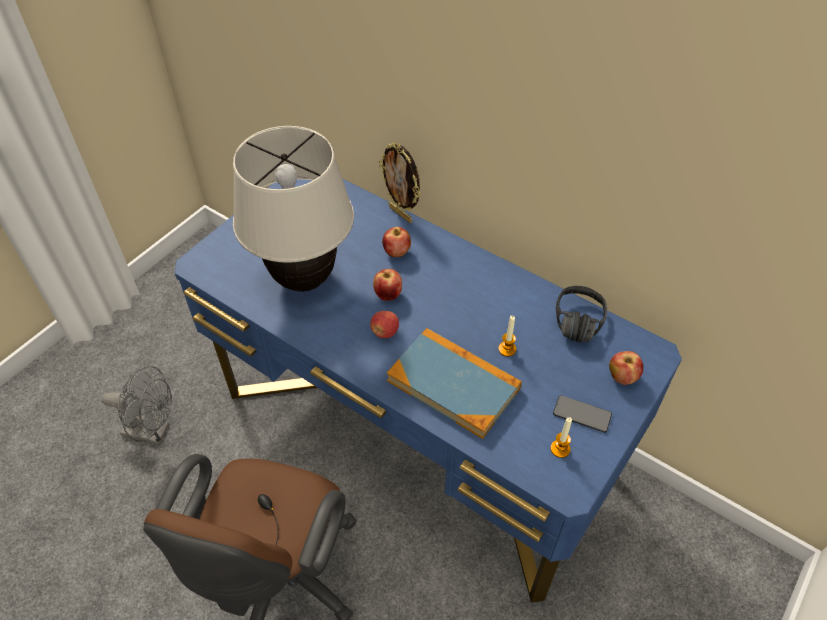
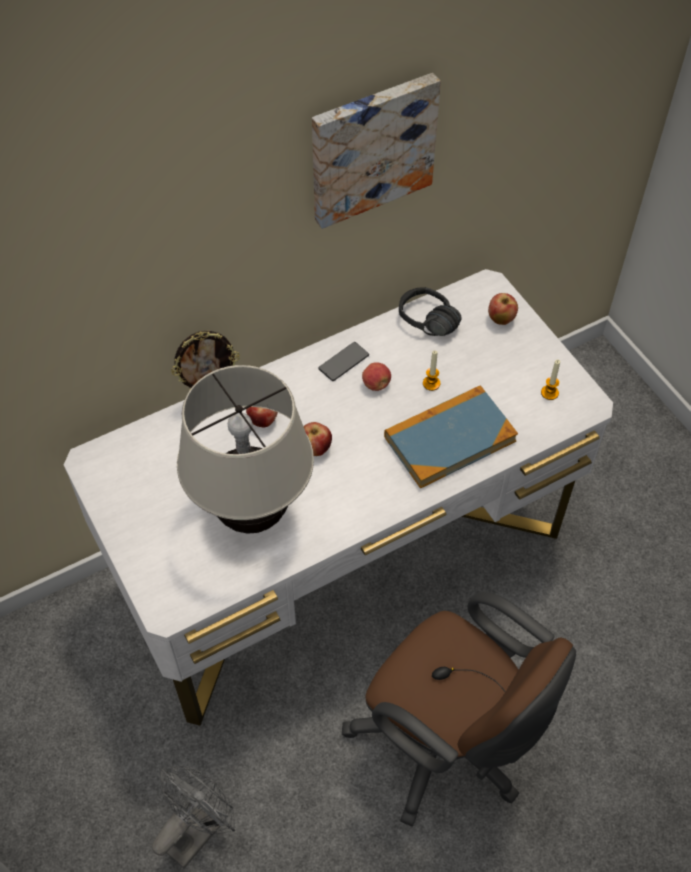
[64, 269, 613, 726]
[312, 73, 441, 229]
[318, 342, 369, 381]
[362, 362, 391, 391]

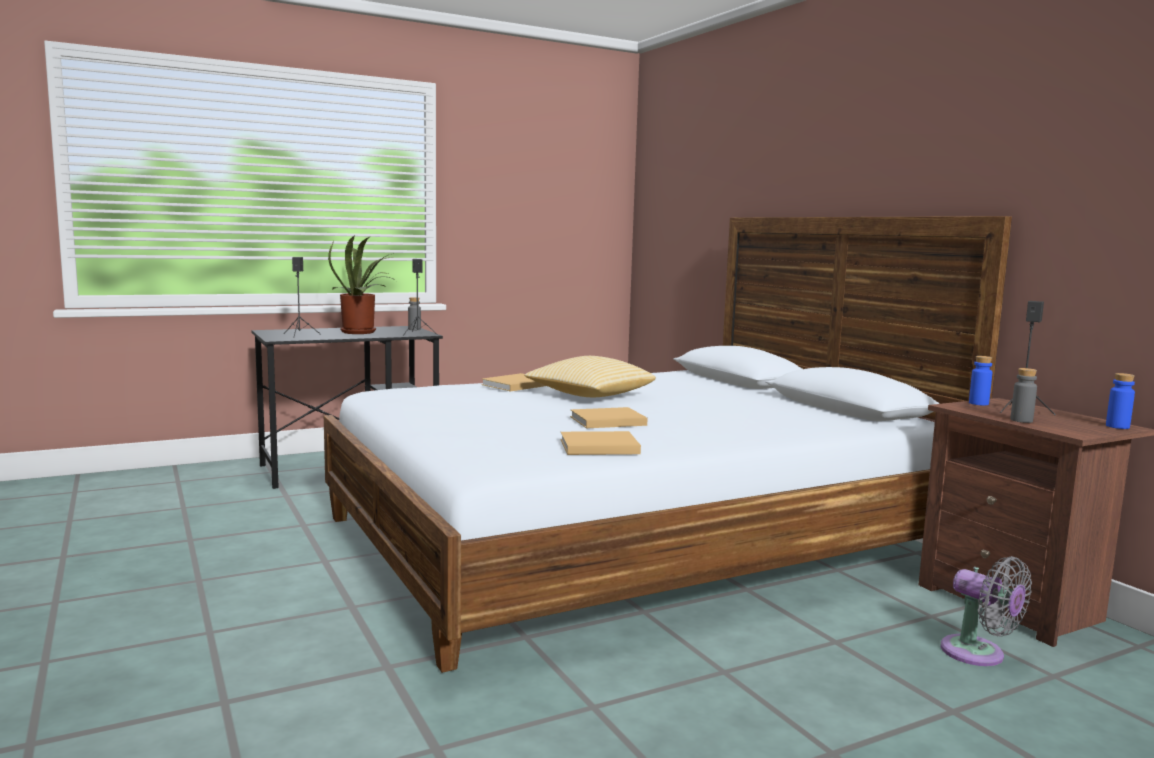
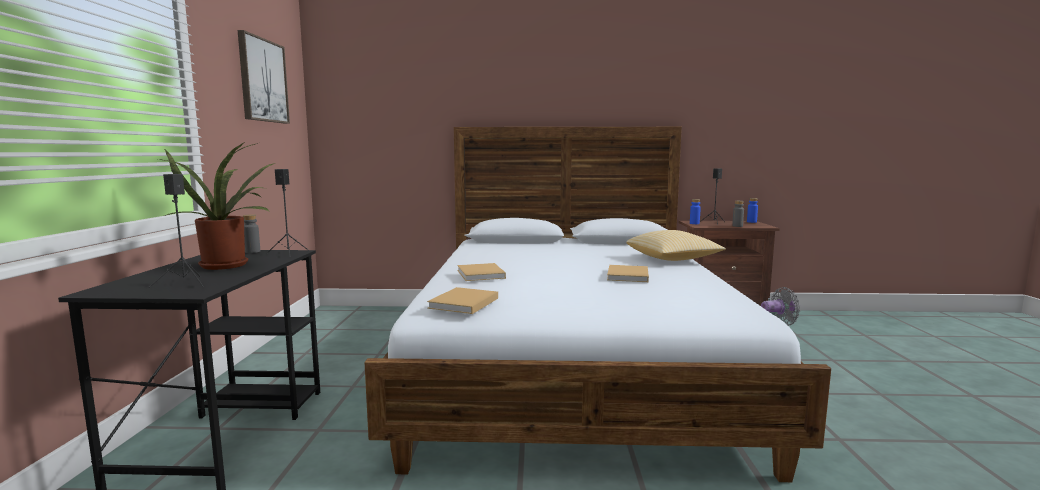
[238, 30, 290, 124]
[427, 287, 498, 314]
[627, 230, 726, 261]

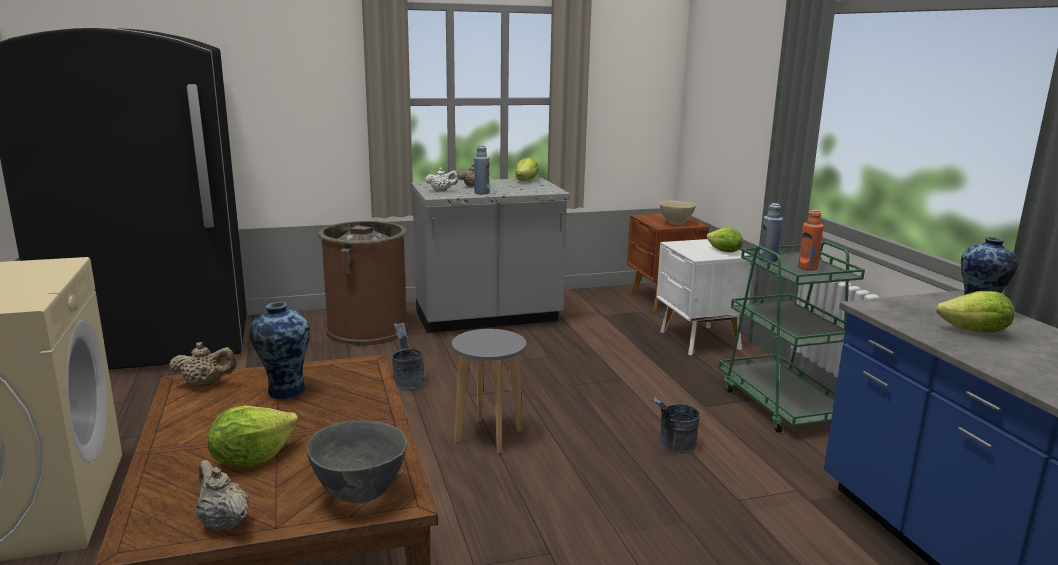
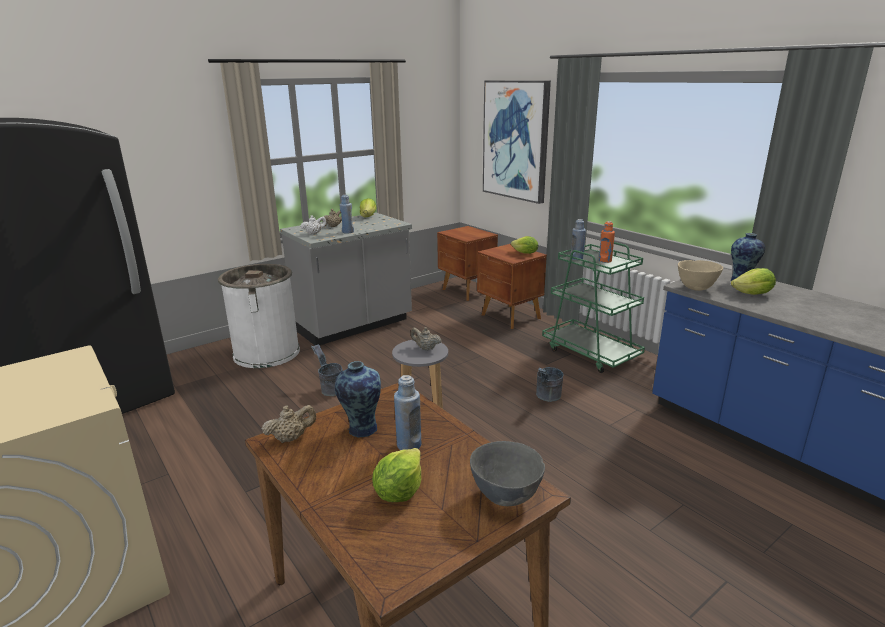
[218, 264, 300, 368]
[394, 375, 421, 450]
[410, 327, 442, 351]
[477, 244, 547, 329]
[483, 80, 551, 204]
[678, 260, 723, 291]

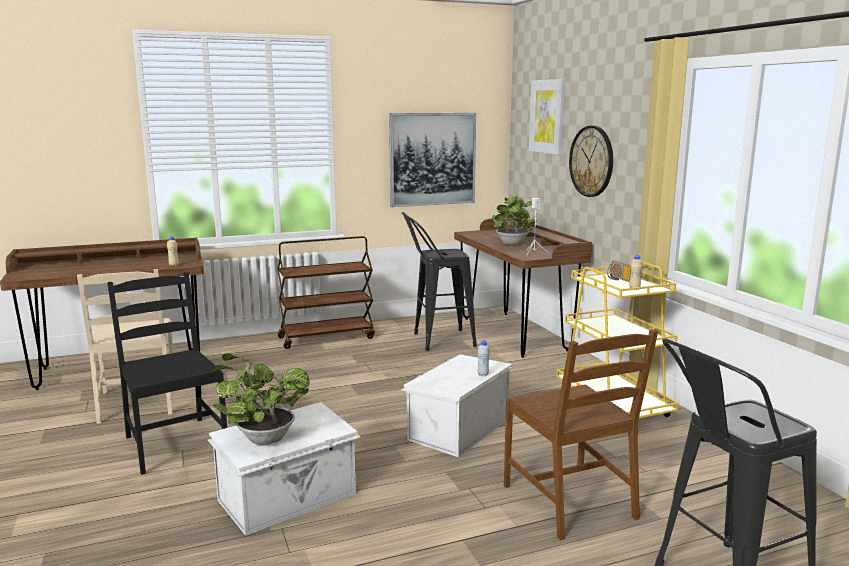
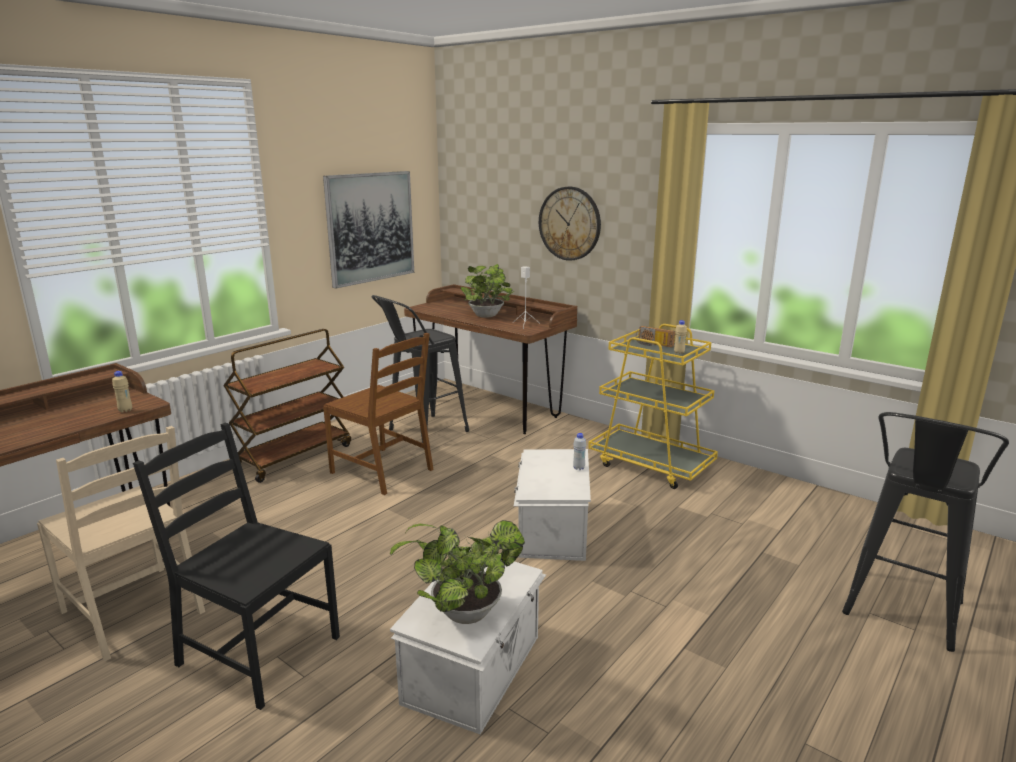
[323, 333, 434, 495]
[529, 79, 565, 155] (first image)

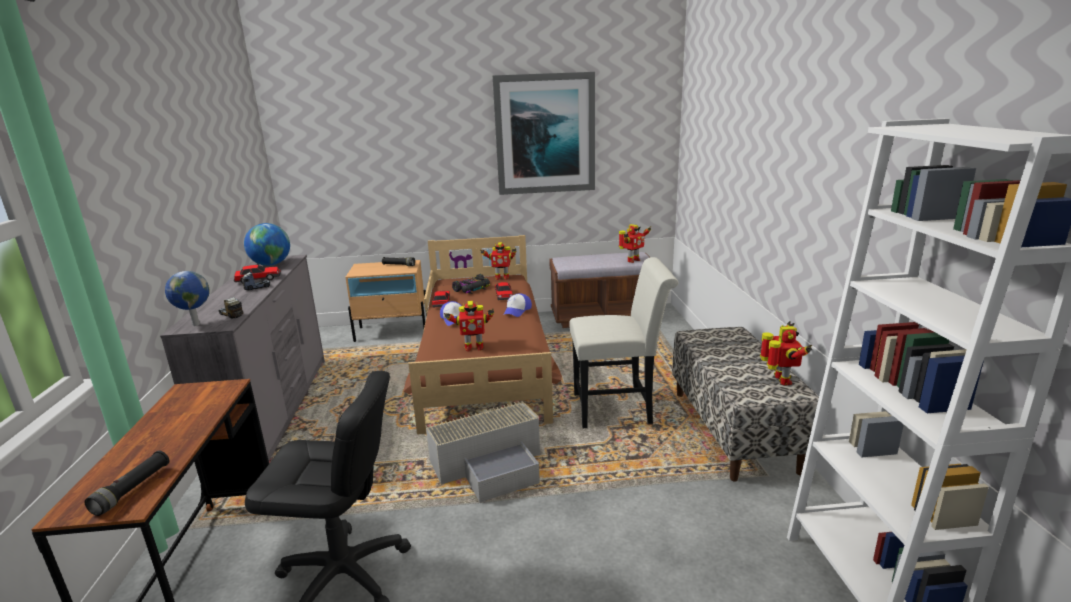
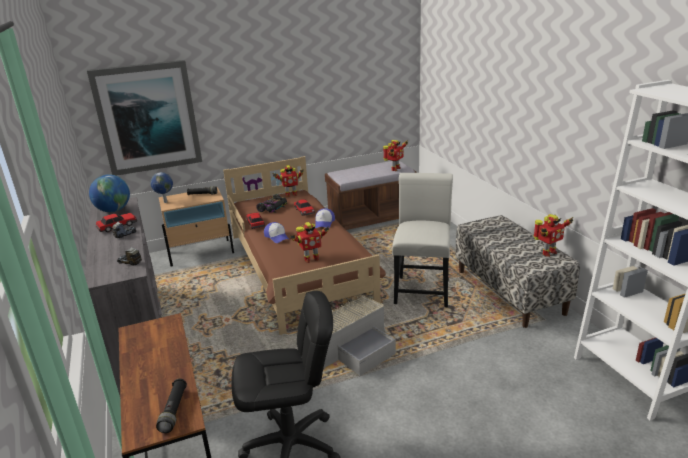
[87, 60, 202, 176]
[150, 172, 173, 203]
[392, 173, 453, 307]
[533, 214, 573, 257]

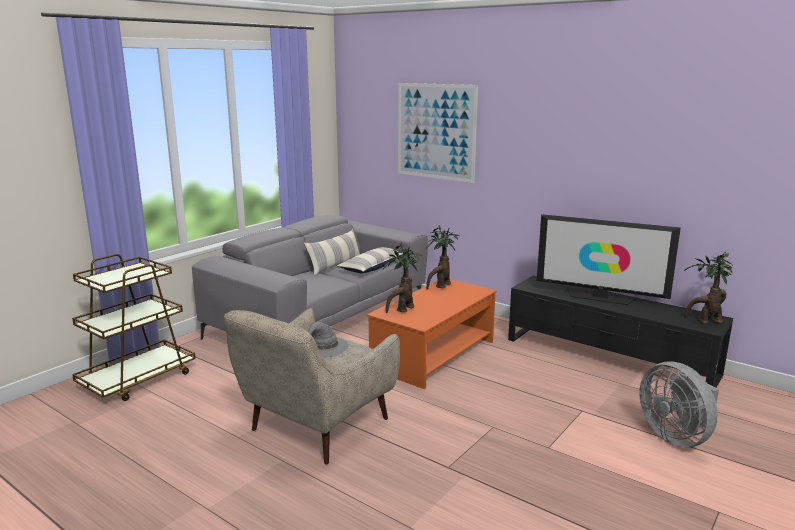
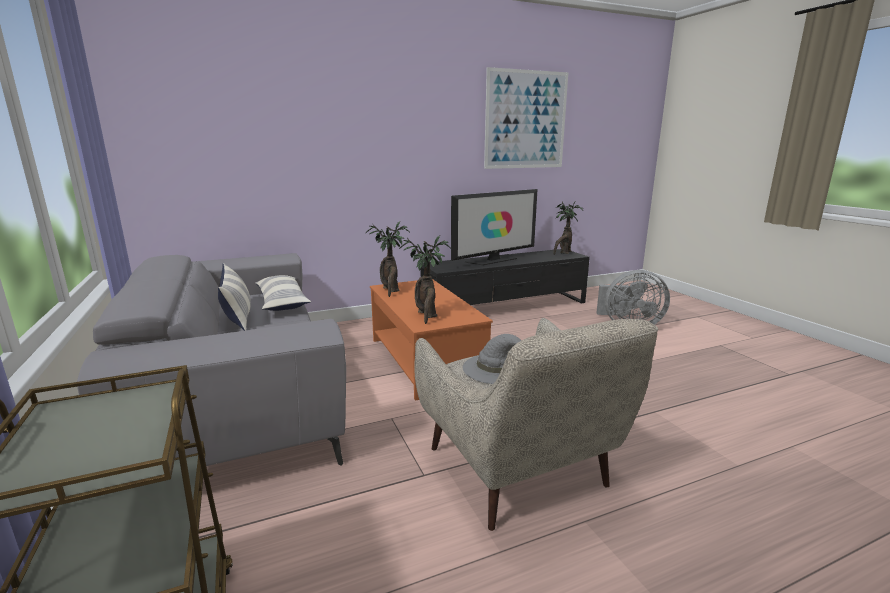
[484, 67, 568, 169]

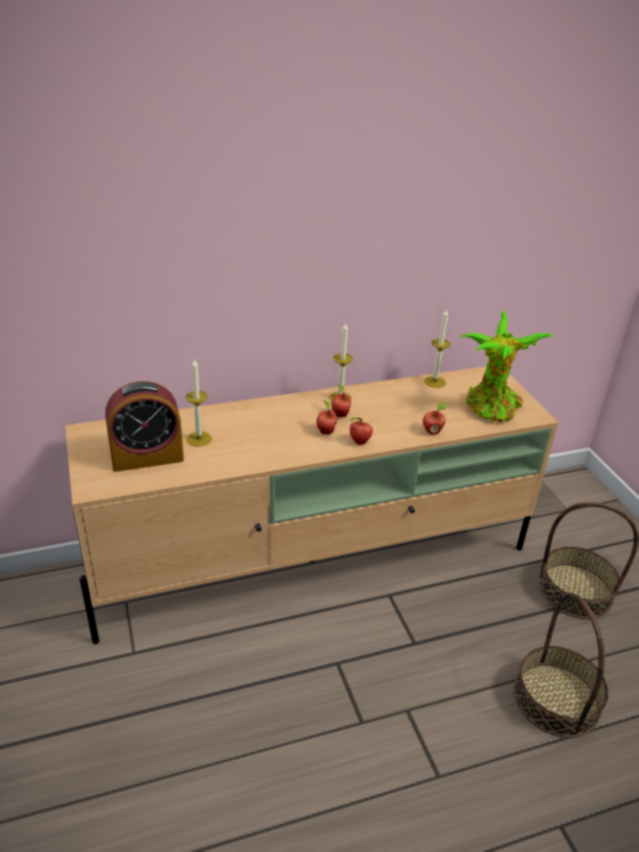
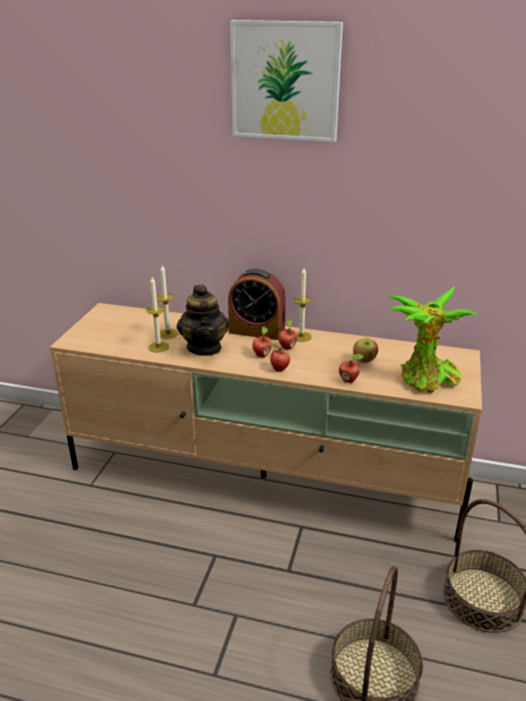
[146, 277, 169, 353]
[177, 284, 230, 356]
[228, 269, 286, 340]
[230, 20, 343, 142]
[353, 338, 378, 363]

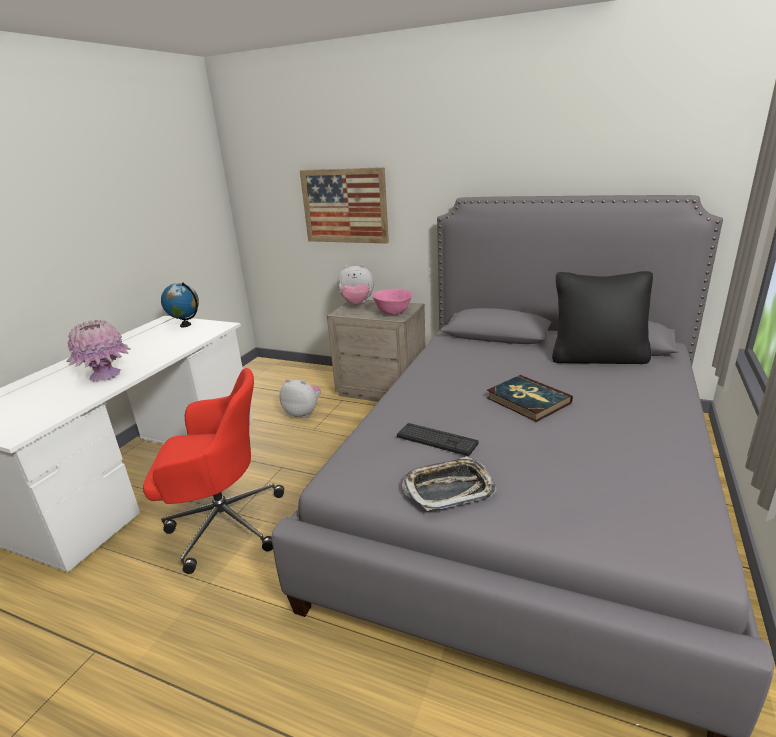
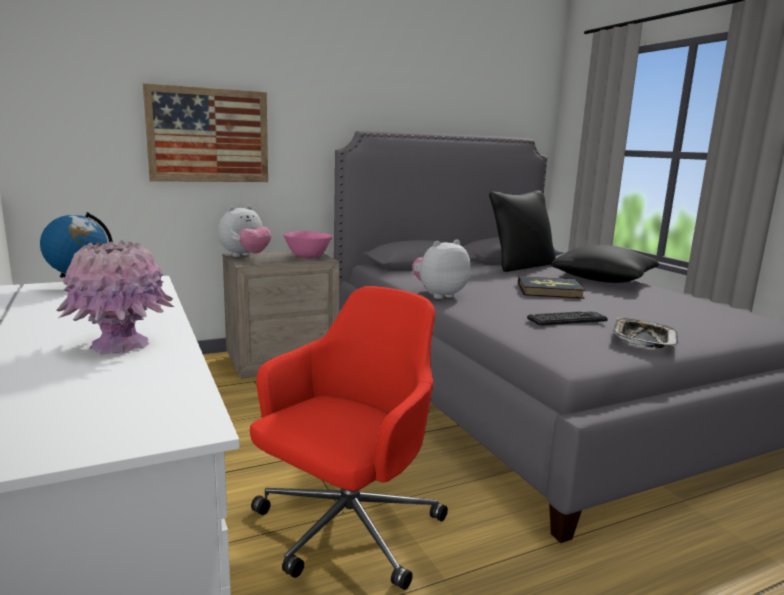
[412, 240, 471, 299]
[551, 245, 659, 283]

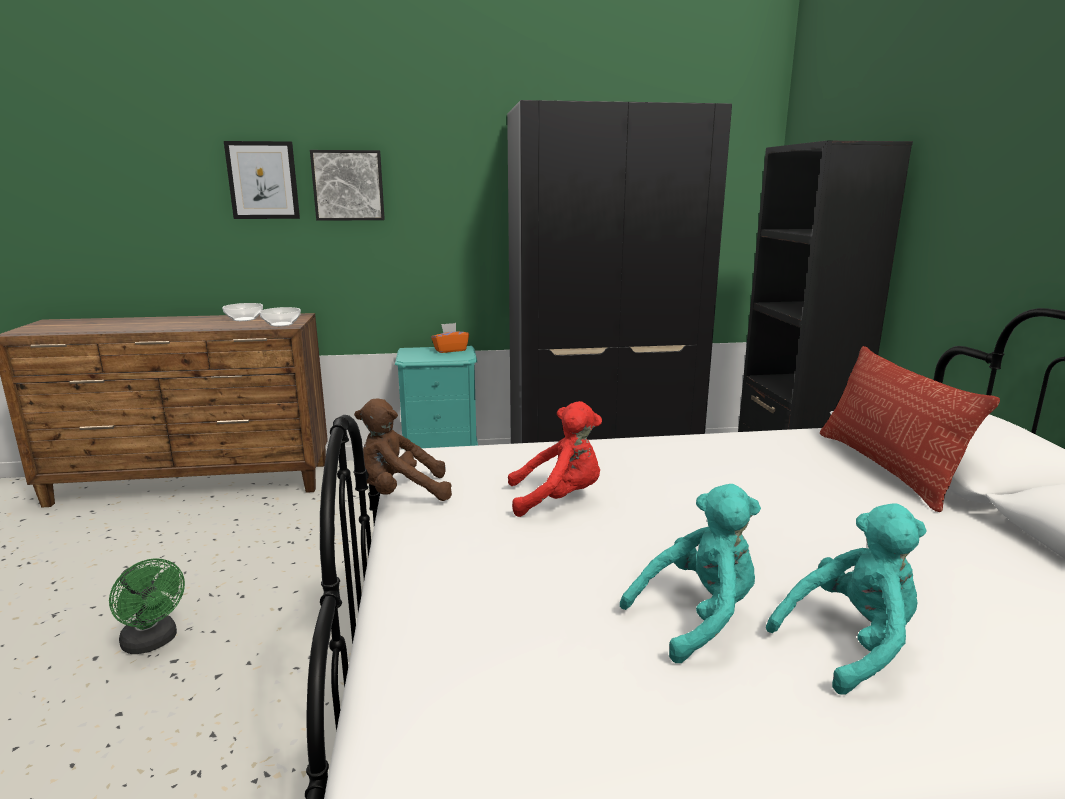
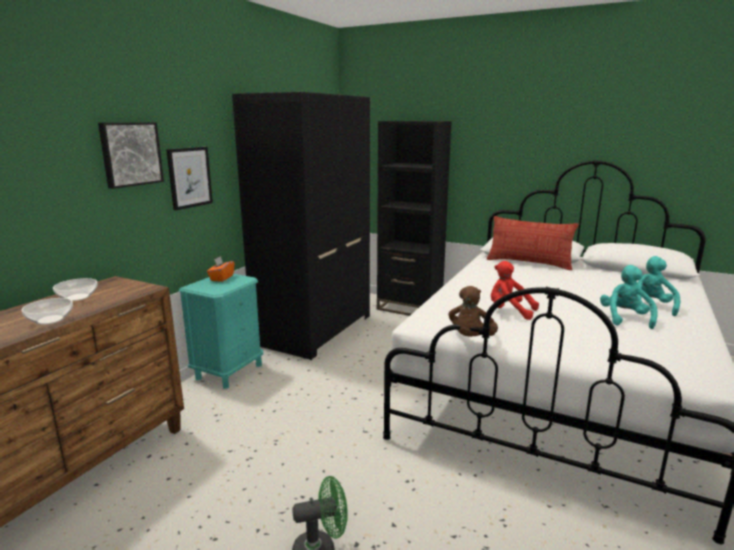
[21, 298, 73, 325]
[166, 147, 213, 211]
[491, 261, 539, 320]

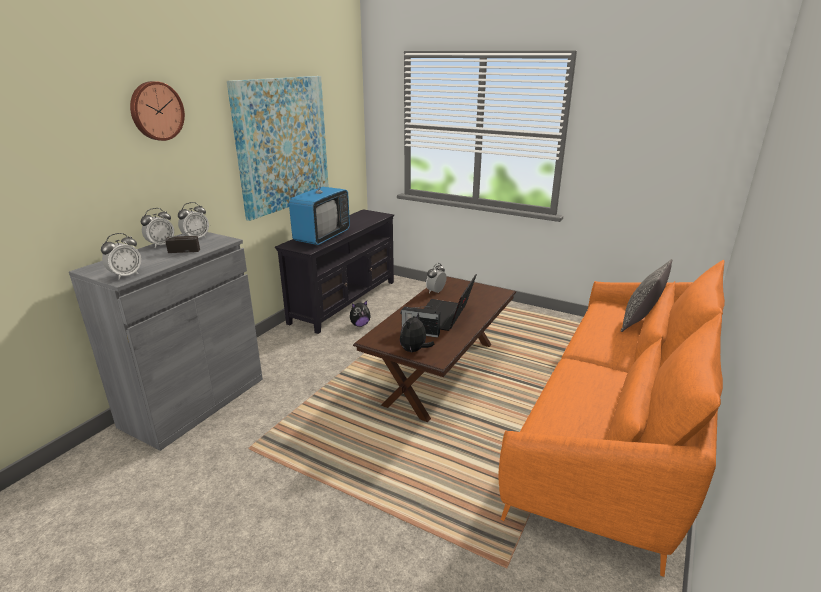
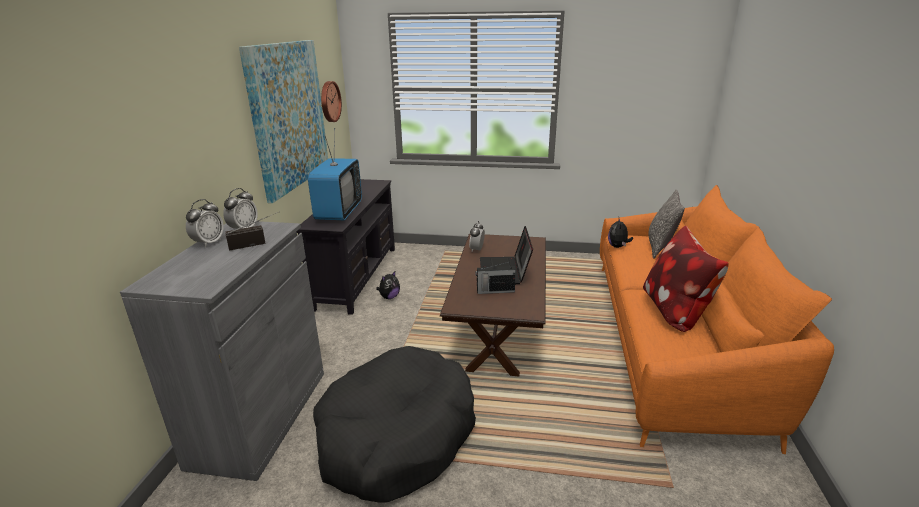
[313, 346, 476, 503]
[321, 81, 342, 122]
[608, 219, 633, 248]
[643, 225, 729, 332]
[101, 233, 141, 280] (first image)

